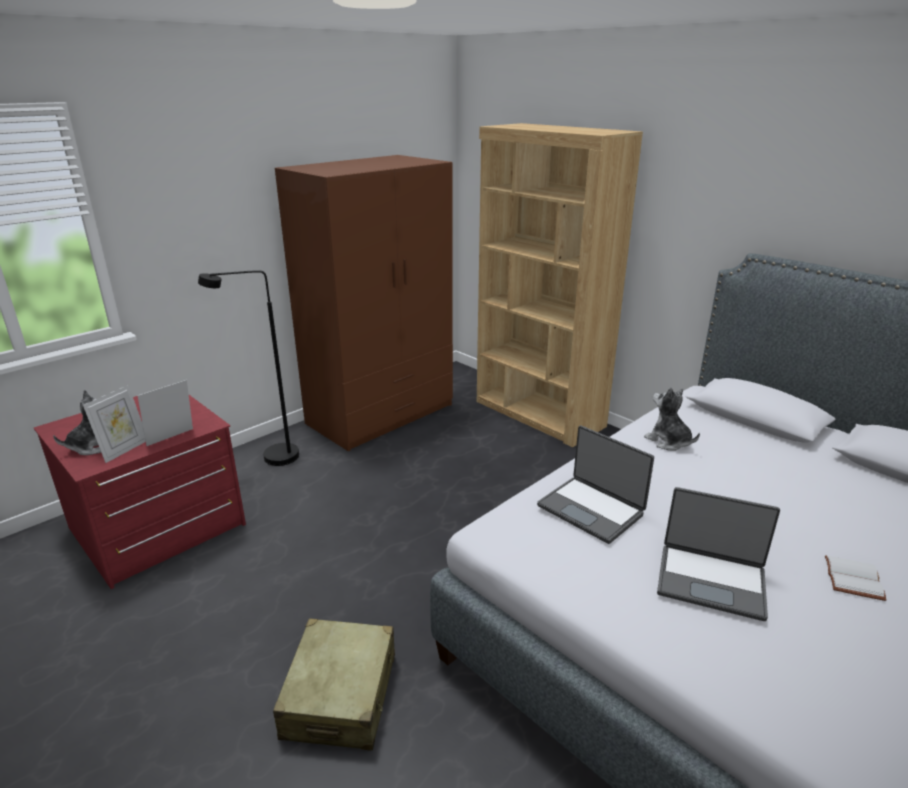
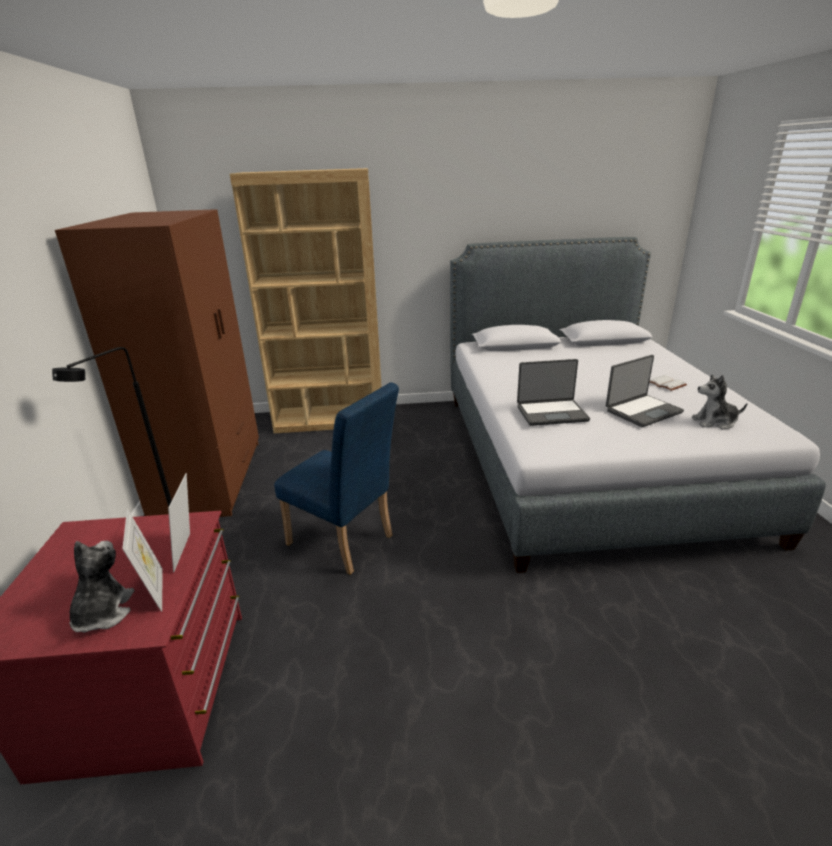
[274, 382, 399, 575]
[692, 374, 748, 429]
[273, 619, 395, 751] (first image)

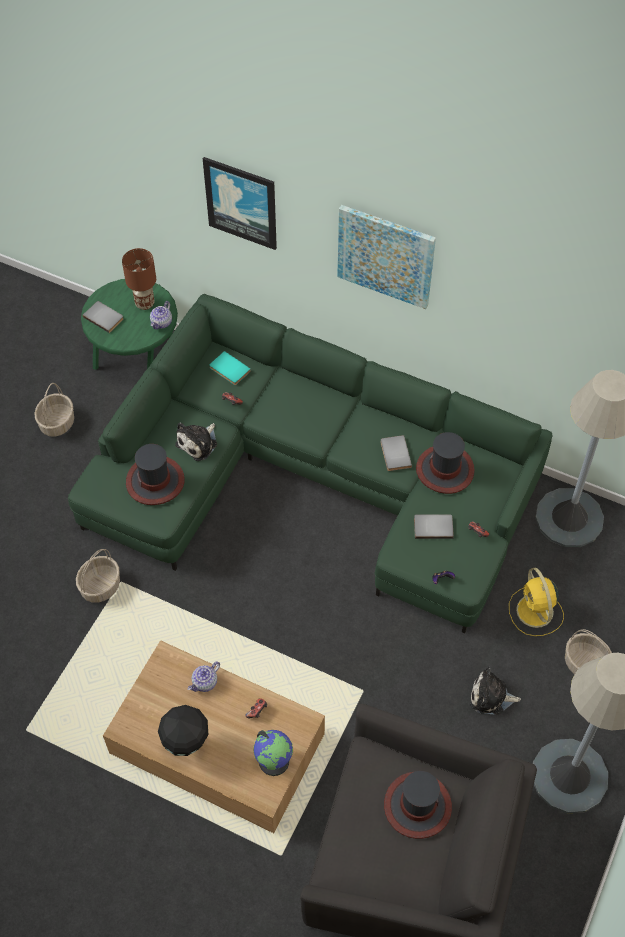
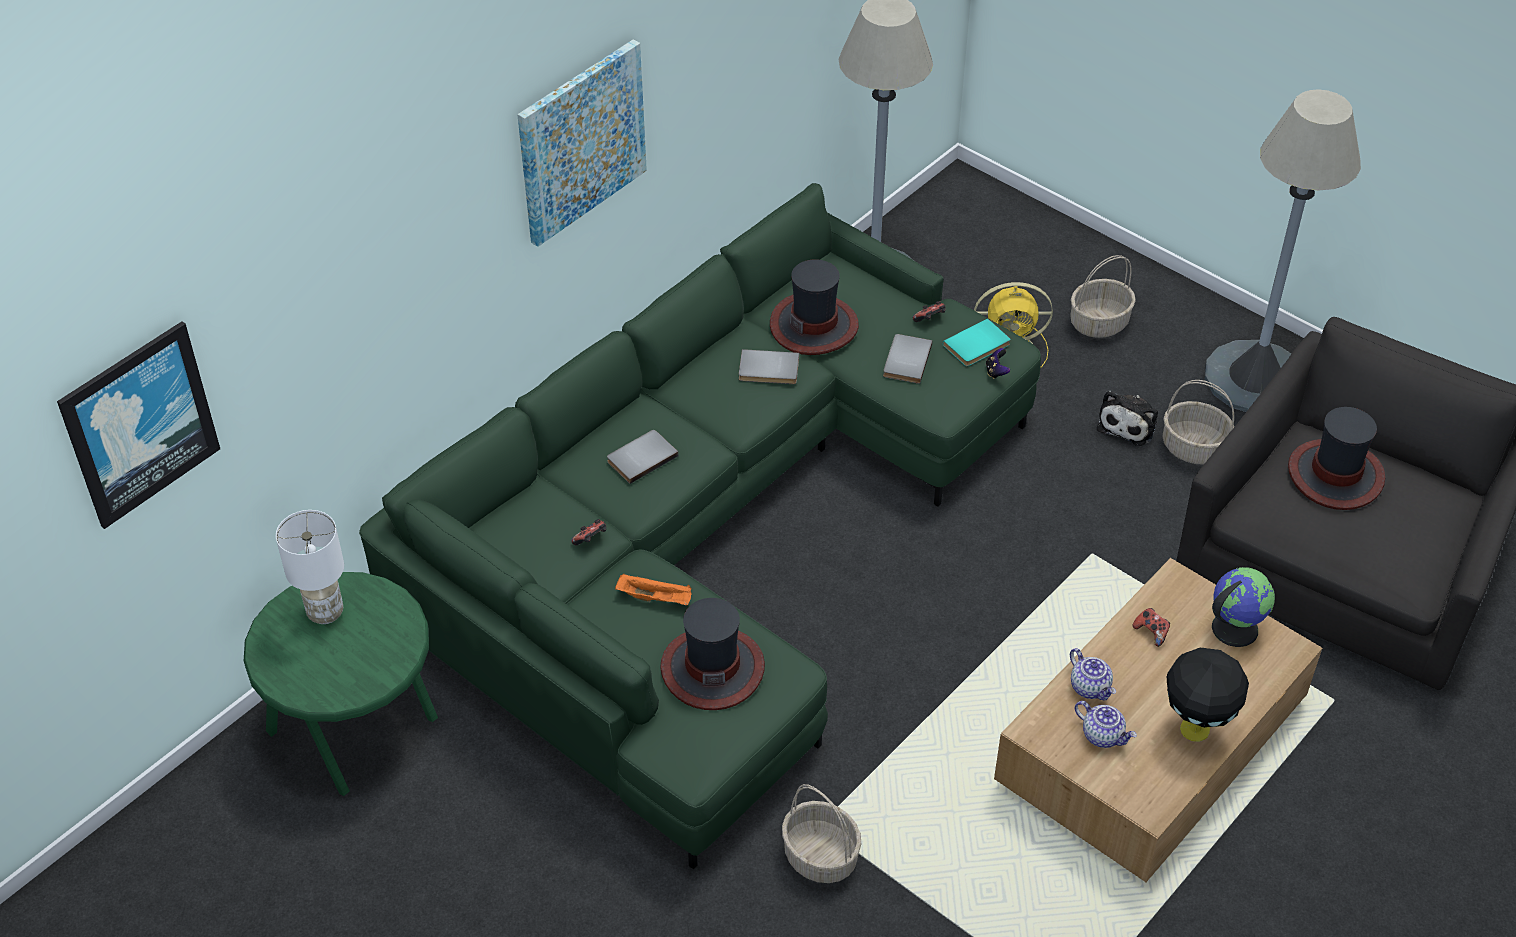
[57, 321, 220, 529]
[276, 510, 344, 624]
[607, 430, 678, 484]
[615, 574, 691, 606]
[943, 319, 1010, 366]
[1075, 701, 1137, 748]
[1163, 380, 1234, 465]

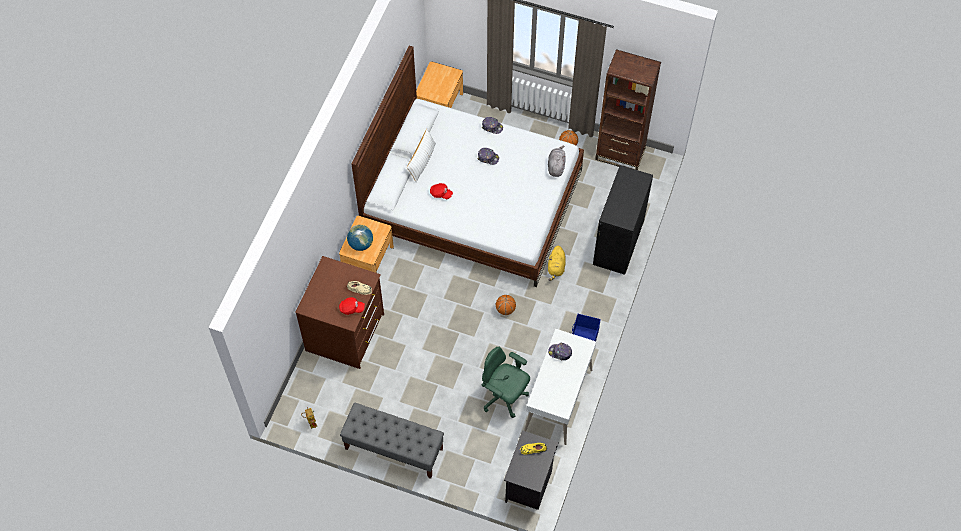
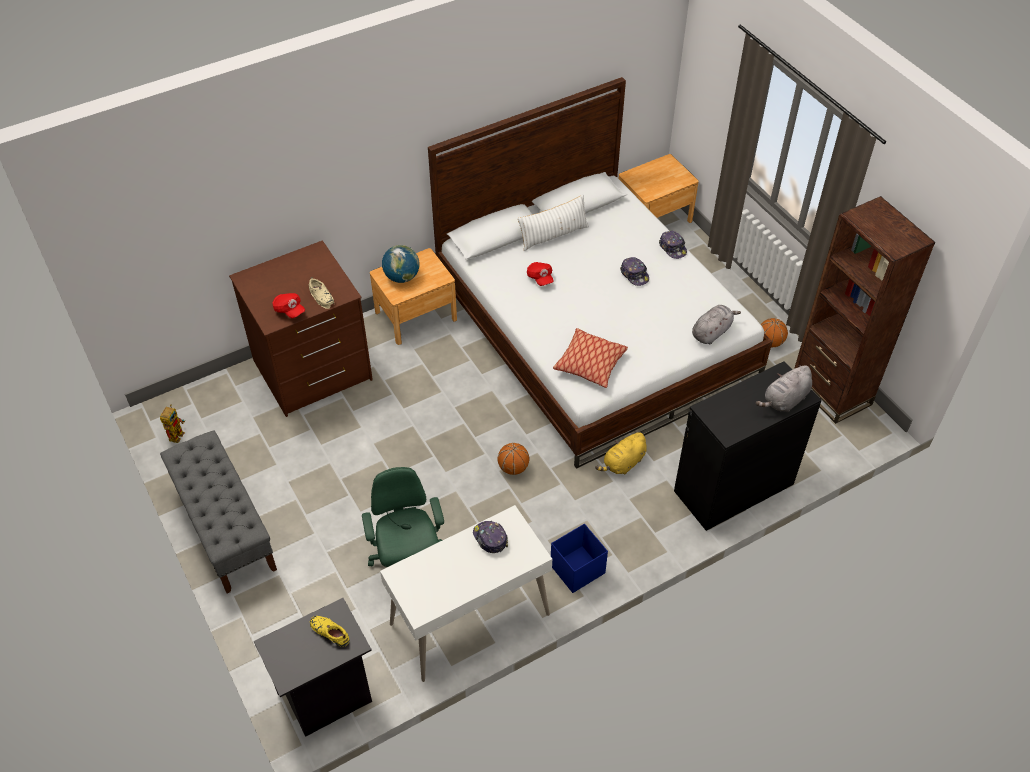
[553, 328, 628, 388]
[756, 365, 812, 412]

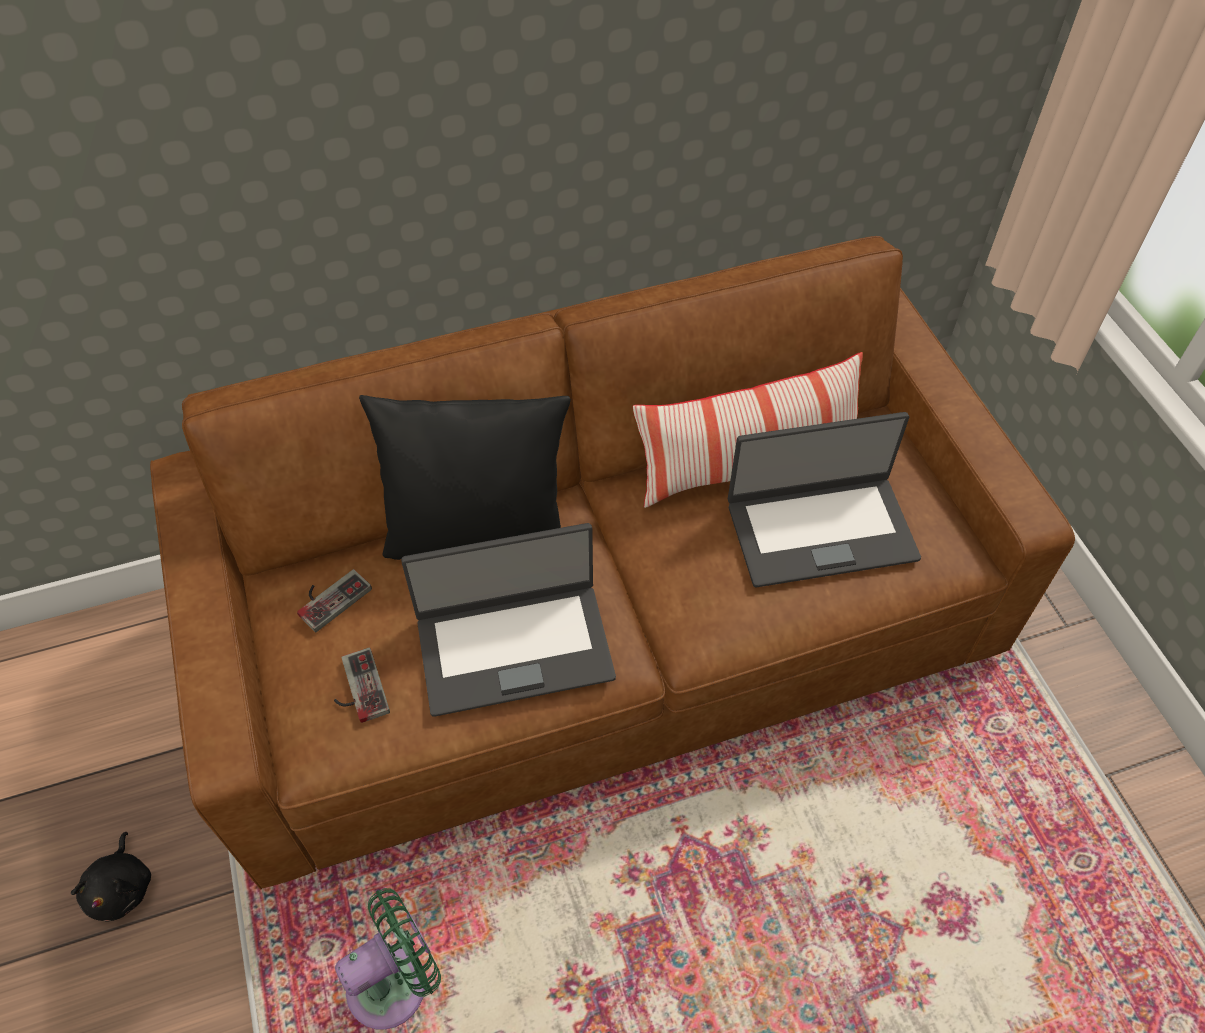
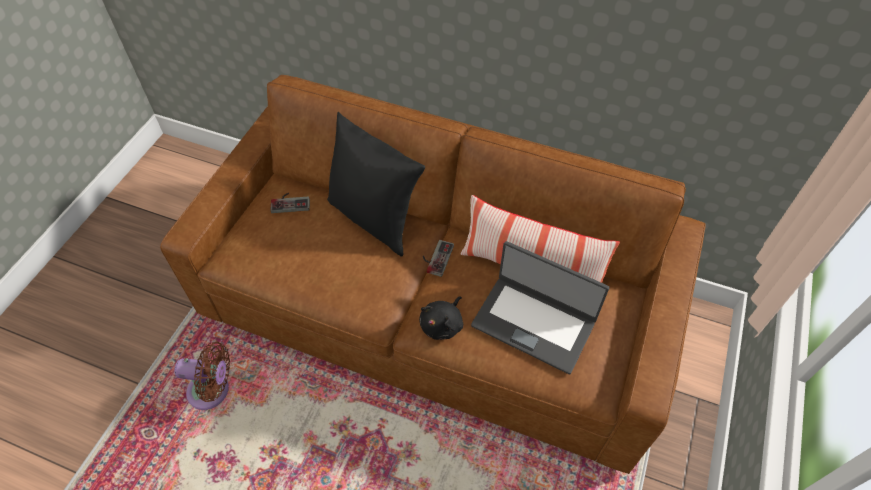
[174, 342, 230, 410]
[419, 297, 463, 340]
[423, 240, 454, 277]
[401, 523, 616, 717] (first image)

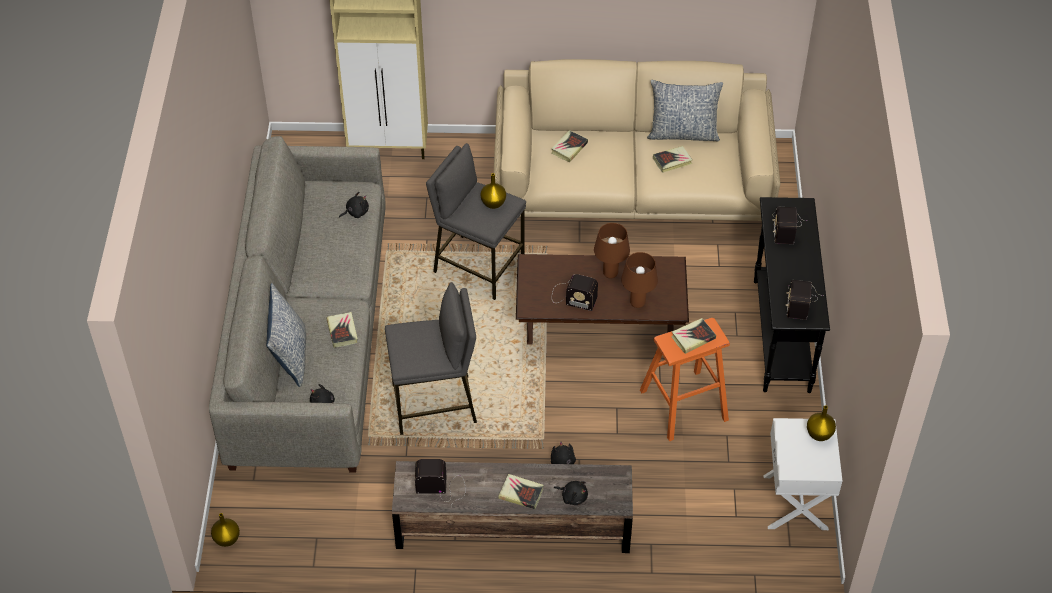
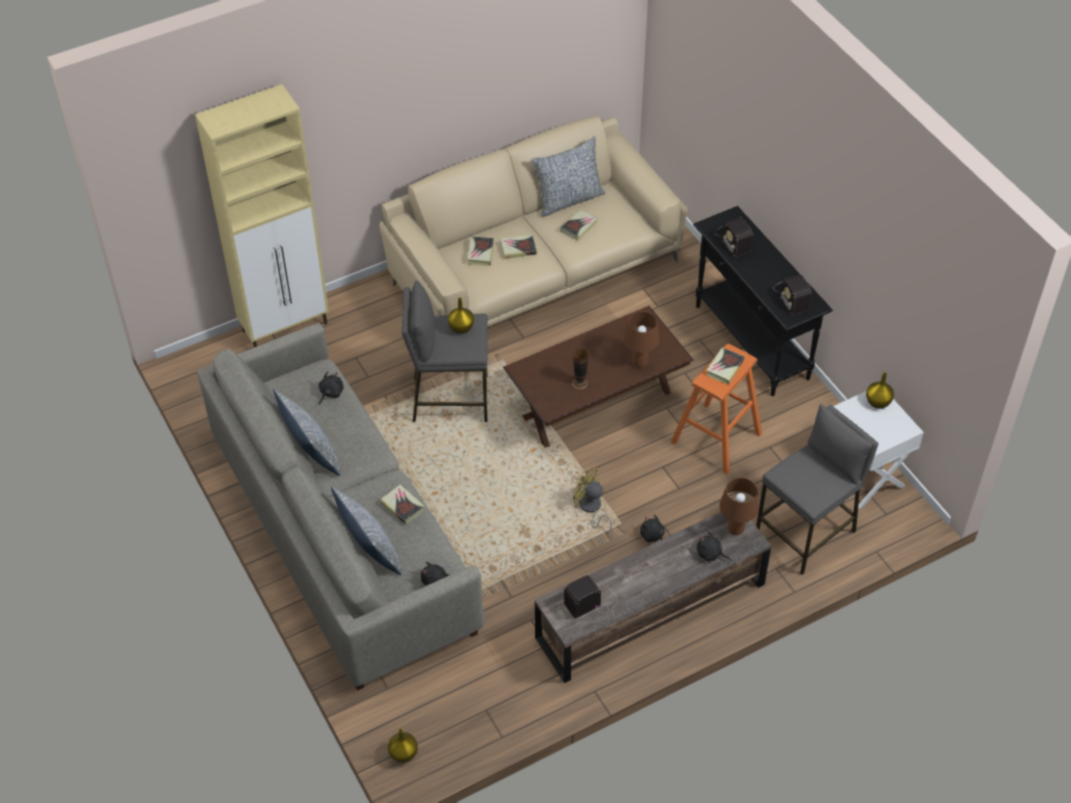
[273, 389, 341, 476]
[500, 235, 537, 259]
[572, 349, 588, 389]
[573, 466, 612, 534]
[697, 531, 731, 561]
[719, 478, 759, 535]
[756, 404, 878, 575]

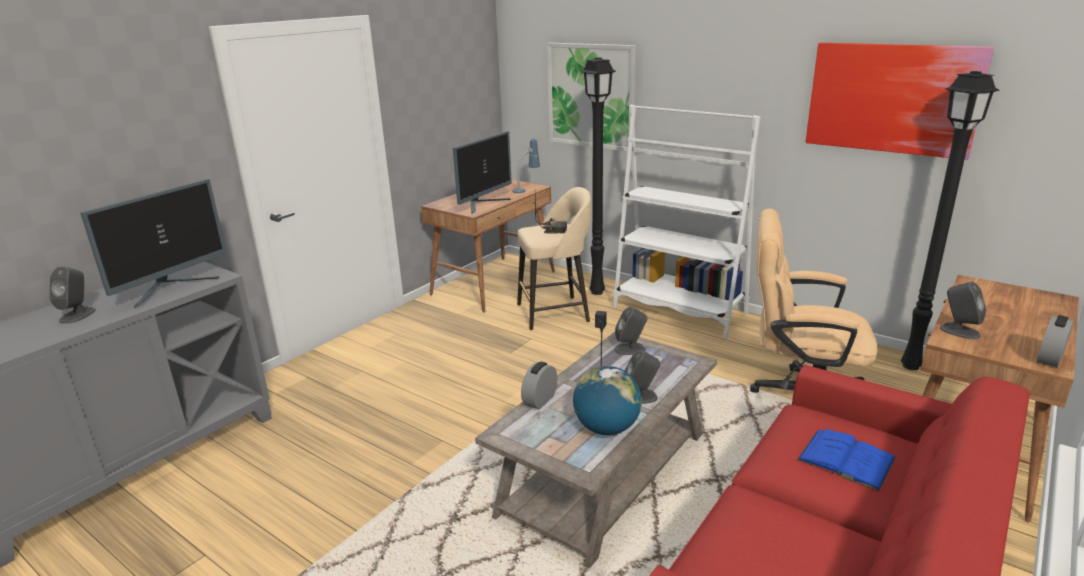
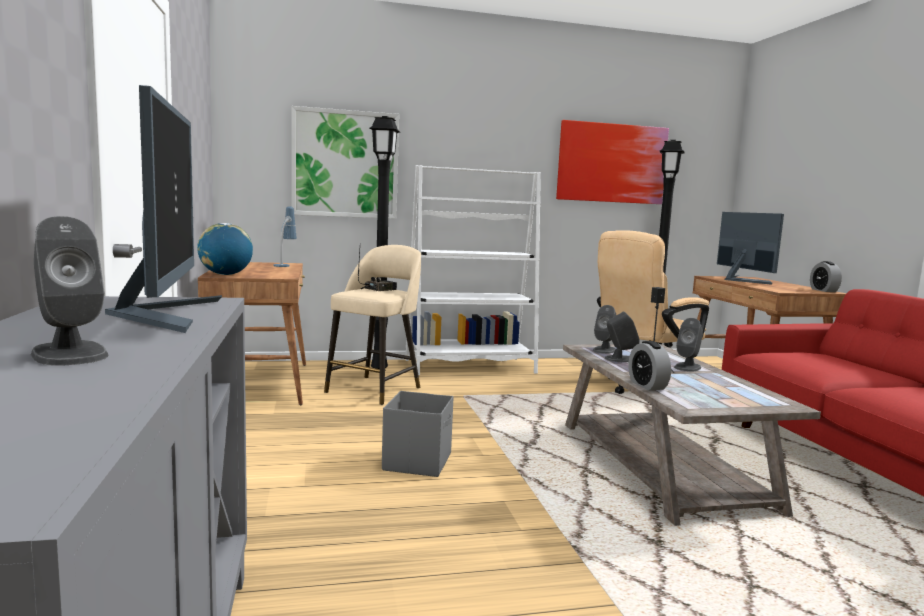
[197, 223, 253, 275]
[382, 391, 454, 477]
[605, 311, 640, 362]
[717, 212, 784, 285]
[797, 428, 896, 492] (first image)

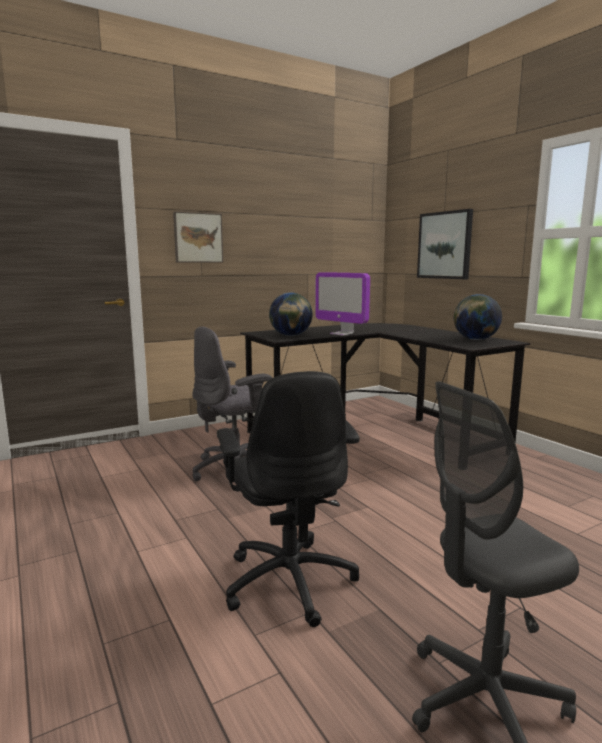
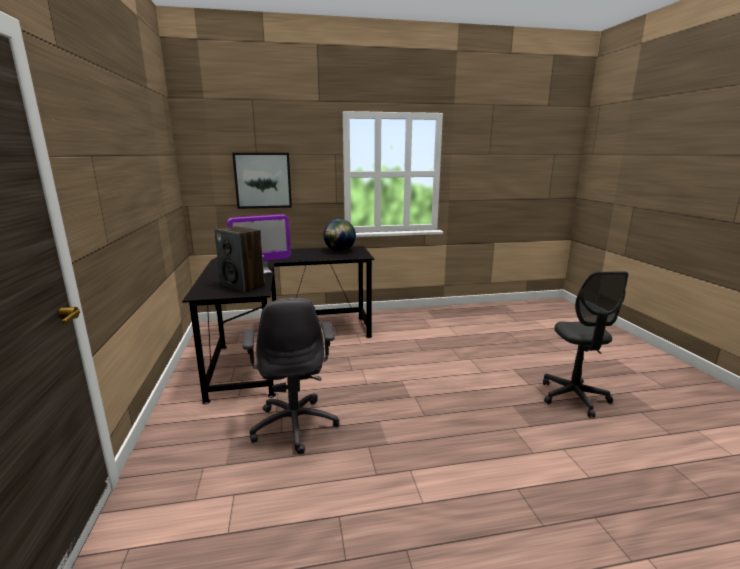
[214, 226, 265, 293]
[173, 212, 223, 262] (first image)
[217, 371, 360, 627] (first image)

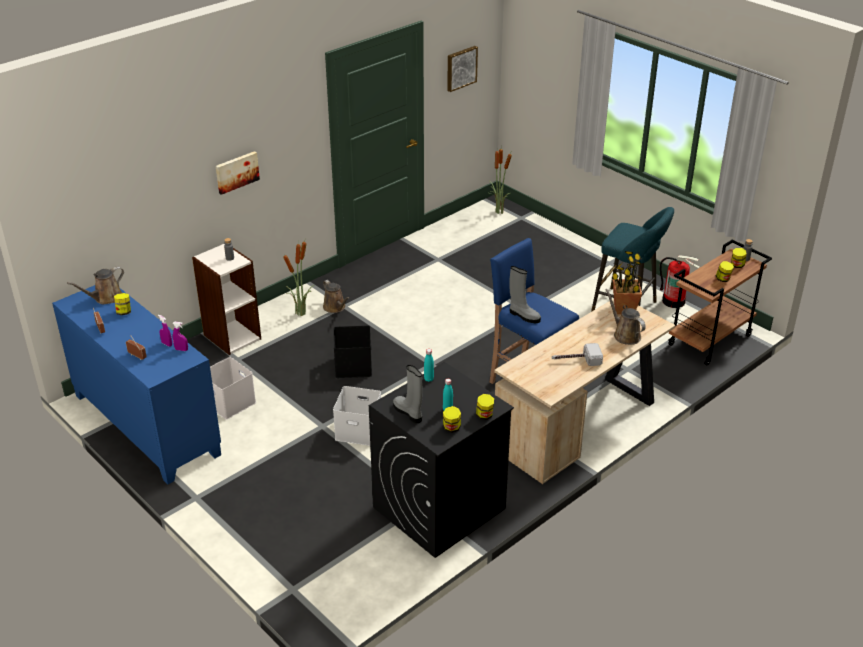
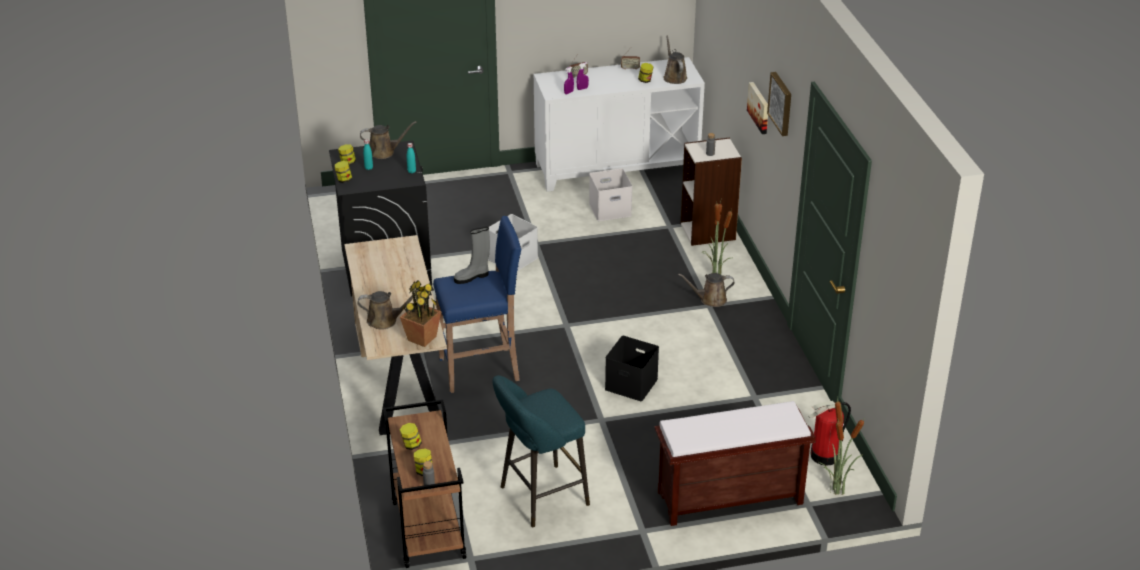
[360, 121, 417, 159]
[534, 57, 705, 192]
[605, 336, 659, 401]
[655, 401, 815, 526]
[767, 72, 791, 136]
[808, 401, 851, 466]
[552, 343, 603, 366] (first image)

